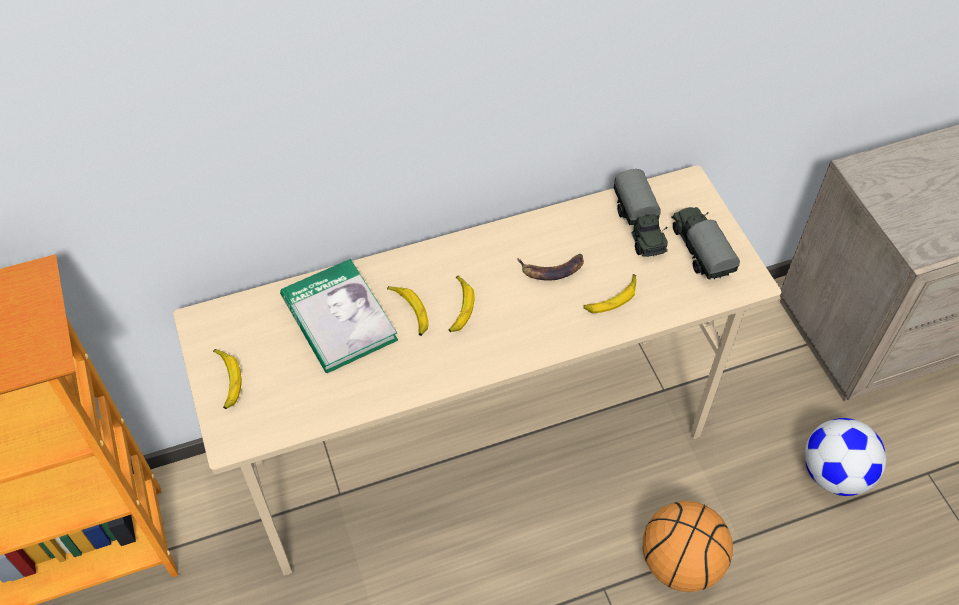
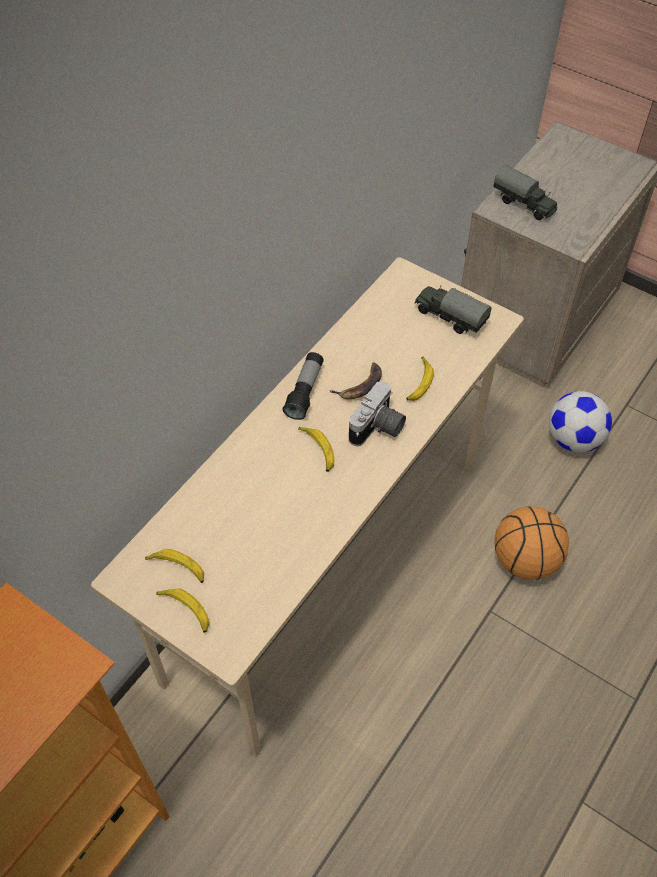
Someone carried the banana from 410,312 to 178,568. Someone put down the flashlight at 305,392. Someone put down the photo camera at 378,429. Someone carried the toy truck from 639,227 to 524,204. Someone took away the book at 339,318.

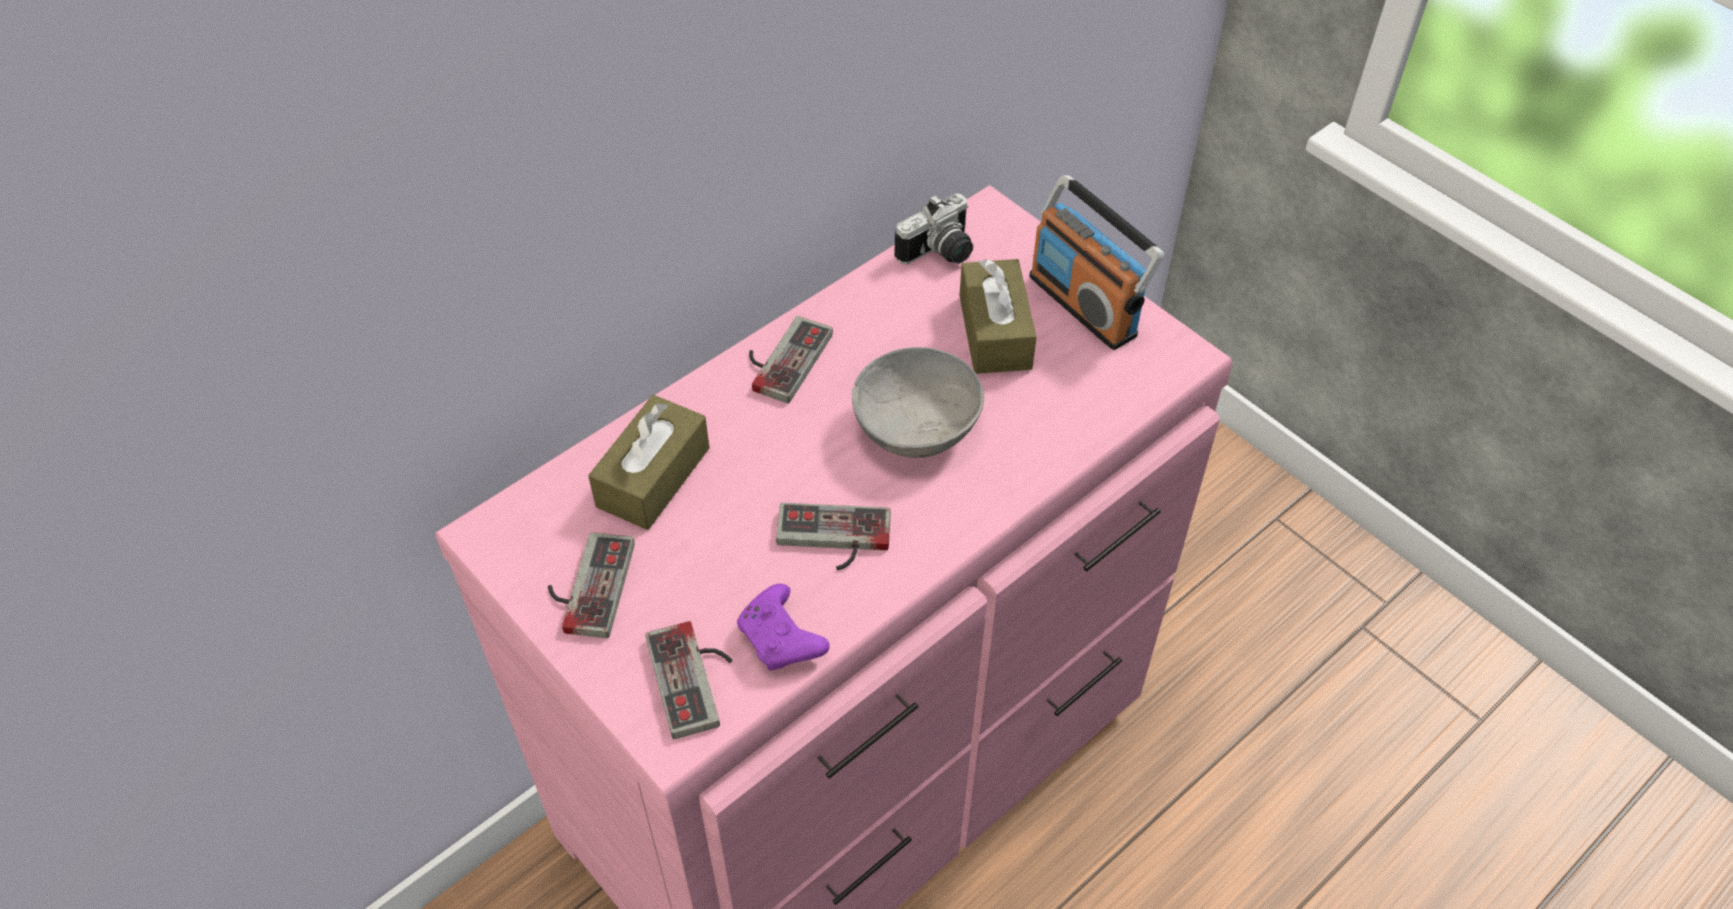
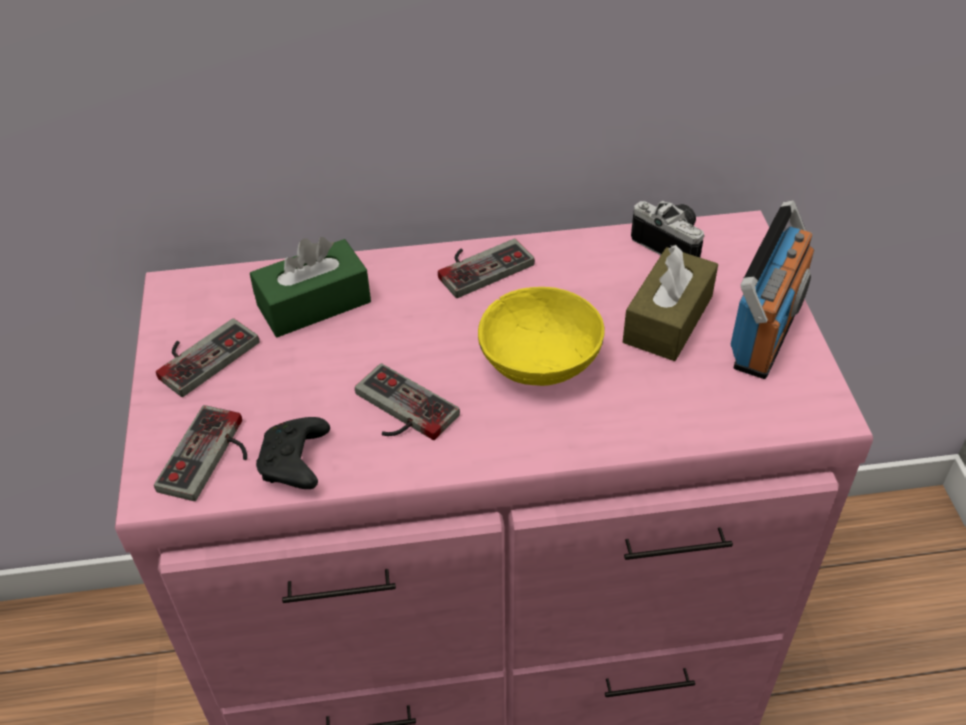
Someone repainted the brown tissue box at 653,477, which became the green tissue box at 314,304. Someone repainted the purple game controller at 782,639, which became the black game controller at 295,464. Someone repainted the grey bowl at 918,426, which became the yellow bowl at 541,361. Someone rotated the photo camera at 940,253 by 135 degrees counterclockwise. Someone rotated the radio at 1084,305 by 150 degrees counterclockwise.

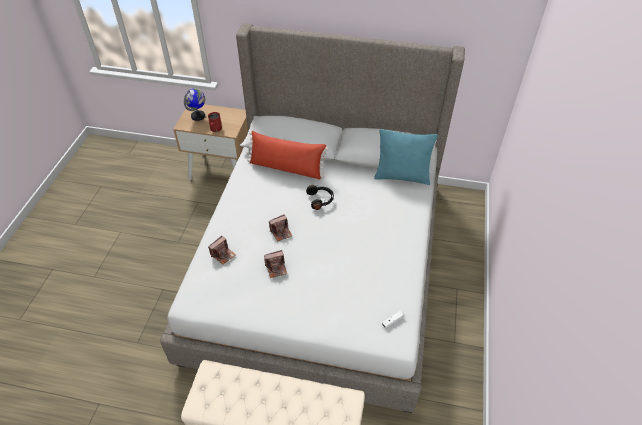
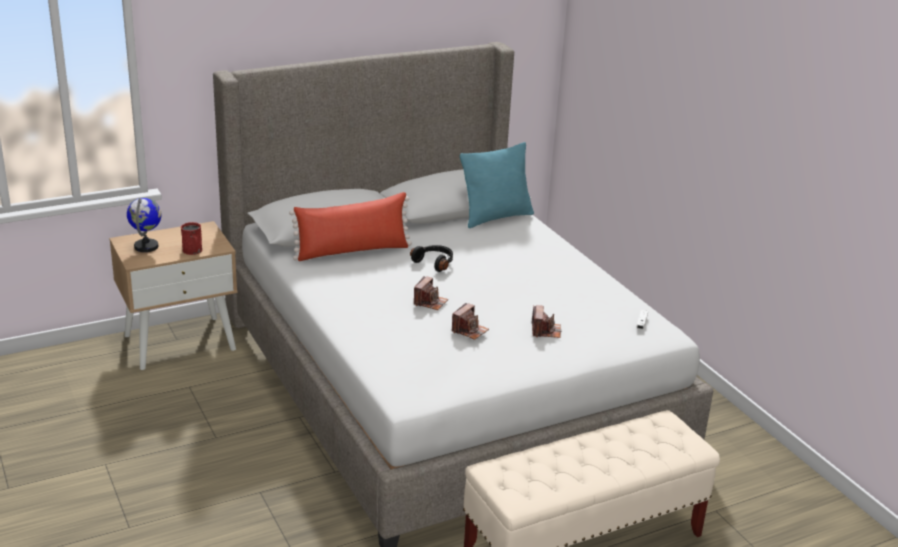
Someone carried the photo camera from 223,254 to 545,331.

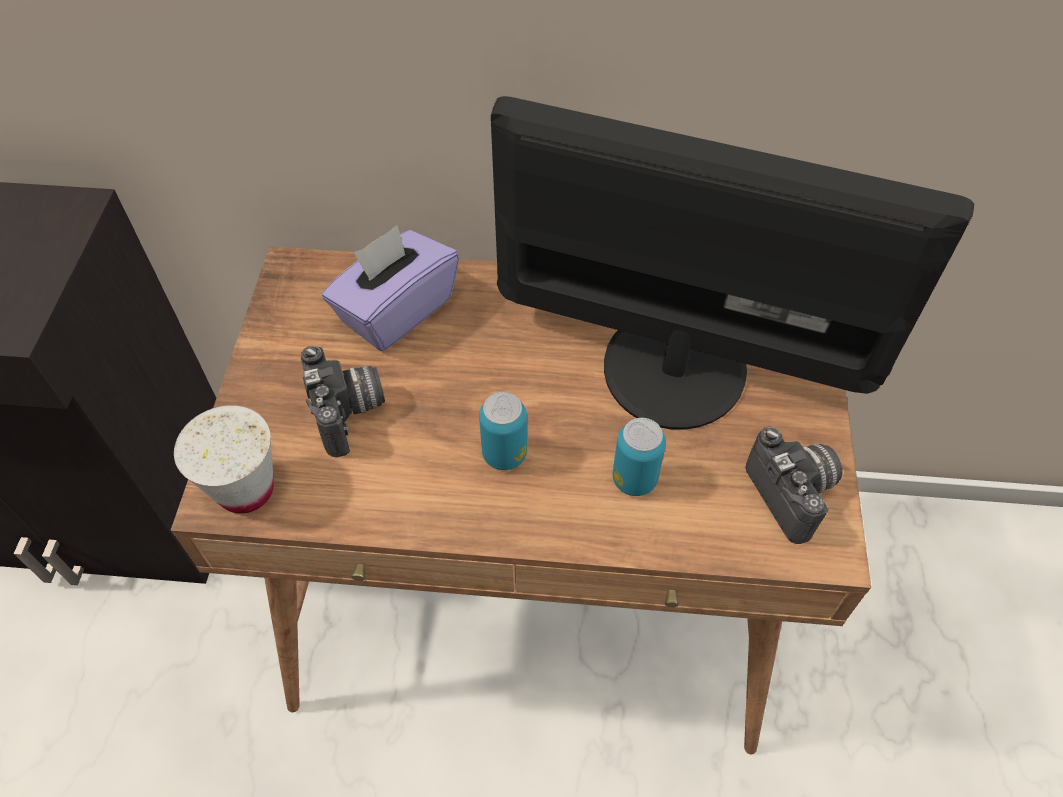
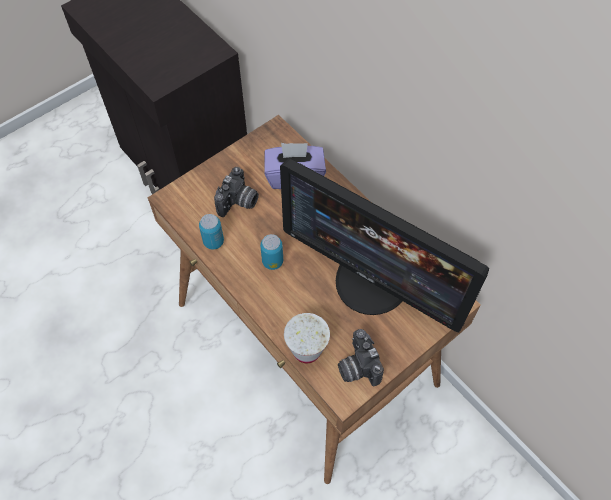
Someone carried the can from 634,479 to 213,242. Someone rotated the monitor at 674,364 by 150 degrees clockwise. Someone carried the white cup from 245,489 to 306,350. Someone rotated the photo camera at 795,494 by 135 degrees clockwise.

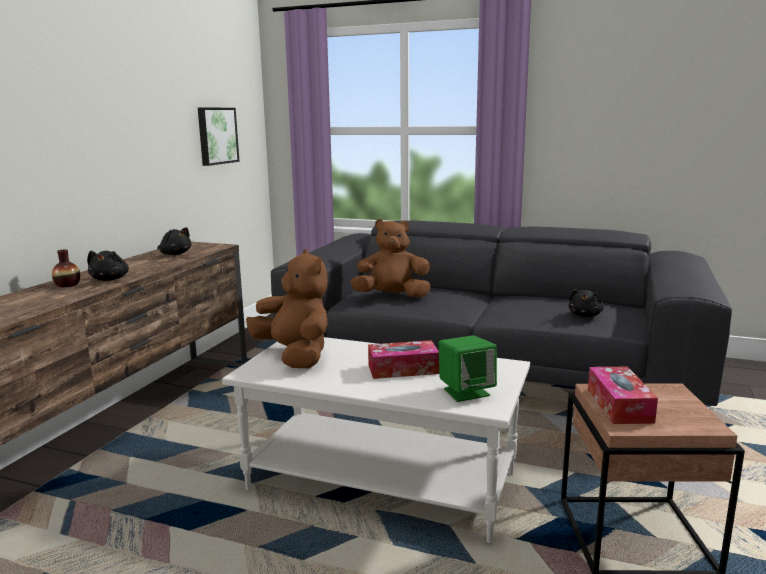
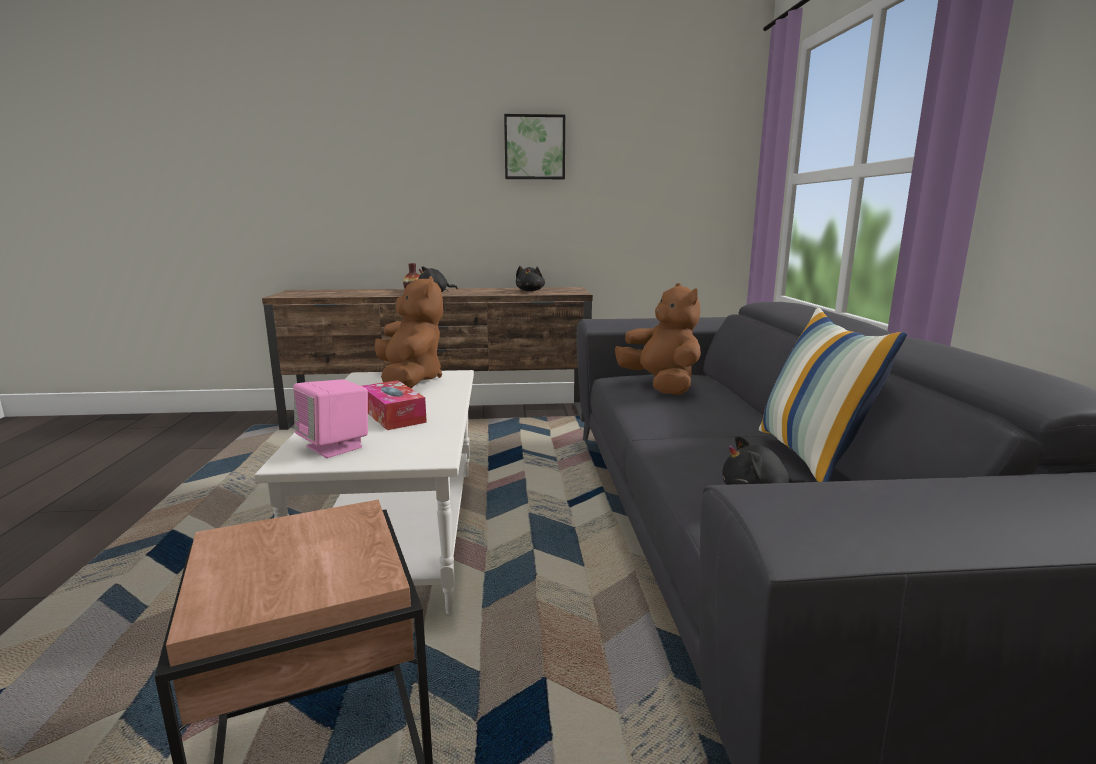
Someone repainted the green speaker at 466,392, which became the pink speaker at 335,447. Someone rotated the brown plush toy at 295,356 by 45 degrees counterclockwise. Someone carried the picture from 216,135 to 534,147. Someone put down the pillow at 812,456. Someone took away the tissue box at 619,405.

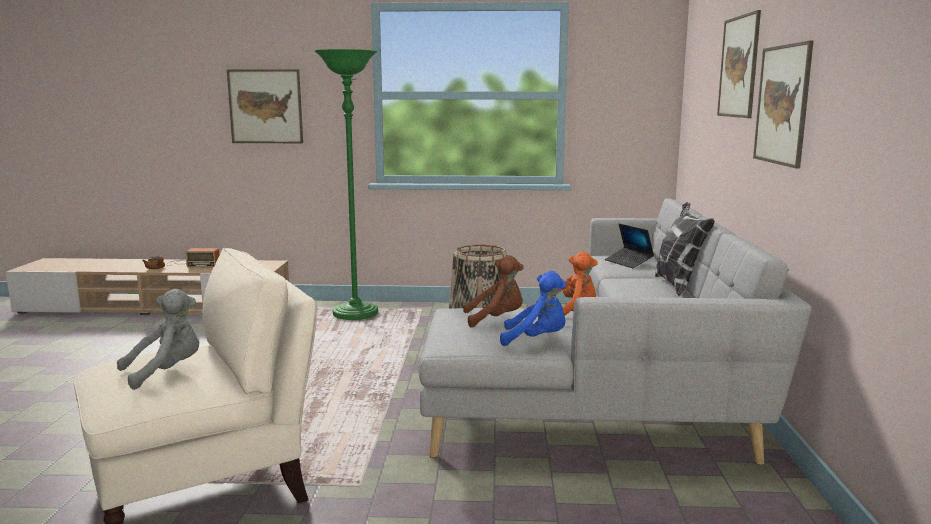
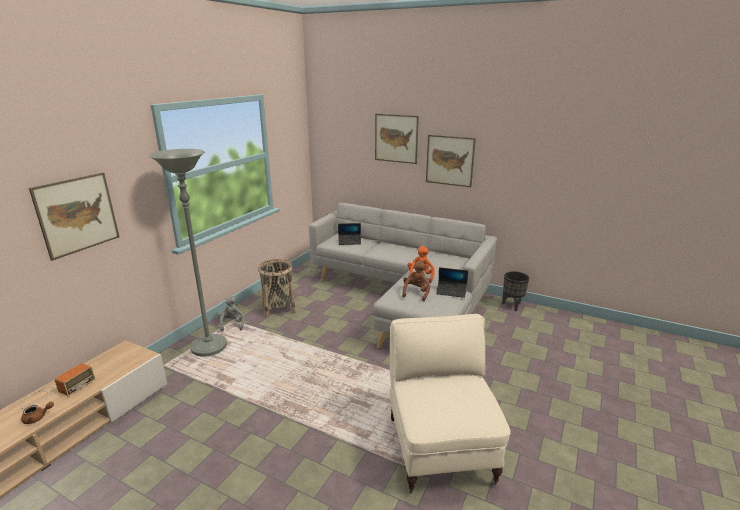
Someone repainted the green floor lamp at 355,314, which became the grey floor lamp at 209,347. Someone carried the grey plush toy from 166,372 to 232,324. Someone swapped the blue plush toy at 536,340 for the laptop at 451,291. Someone put down the black planter at 512,305. Someone took away the pillow at 679,285.

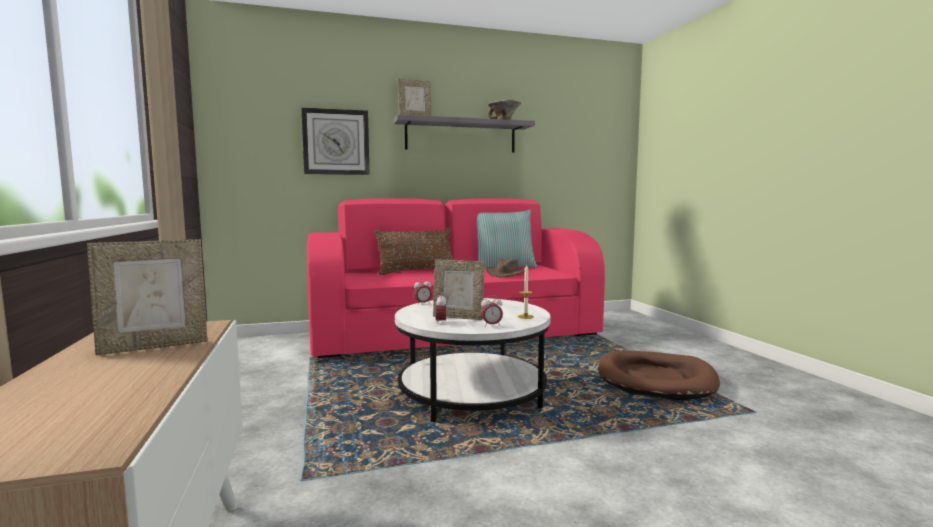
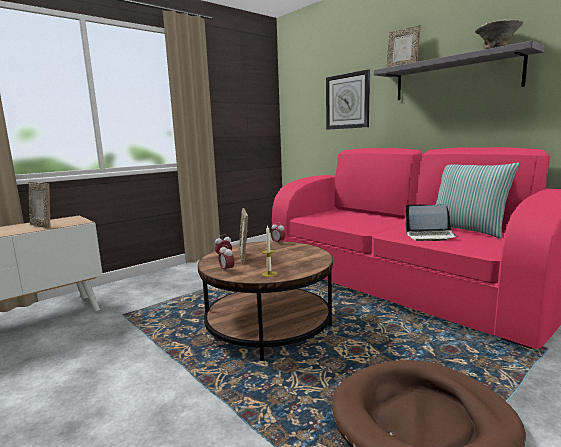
Someone repainted the white coffee table at 472,394, which became the brown coffee table at 268,326. Someone swapped the brown hat at 506,273 for the laptop at 430,236. Someone took away the brown pillow at 417,271.

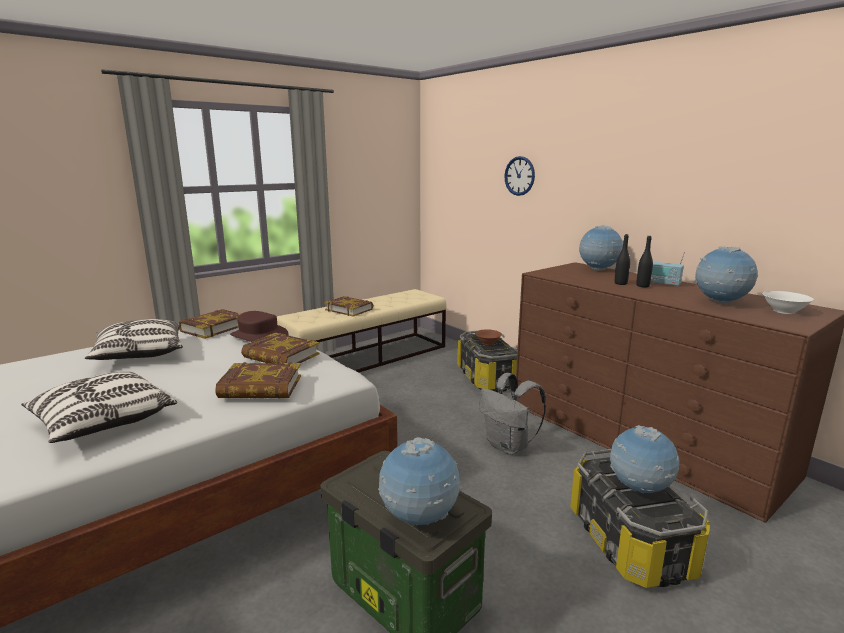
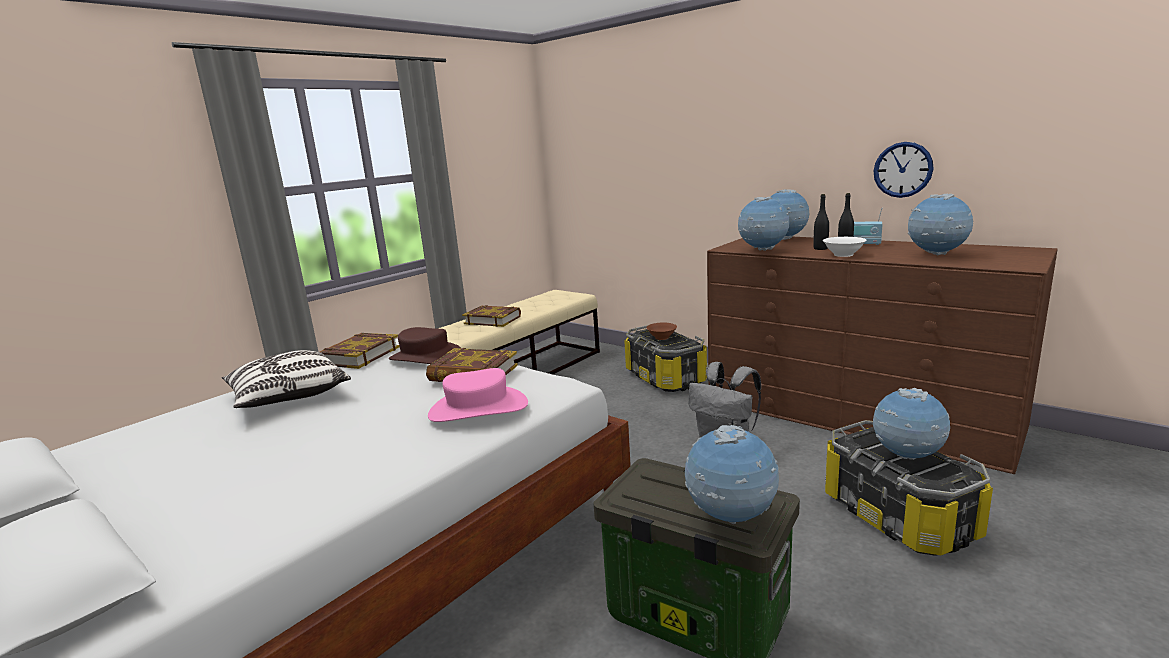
Someone swapped the book at 260,387 for the pink hat at 478,409. Someone put down the globe at 762,250. Someone carried the white bowl from 783,311 to 843,255. Someone carried the wall clock from 519,176 to 902,169. Someone took away the pillow at 102,422.

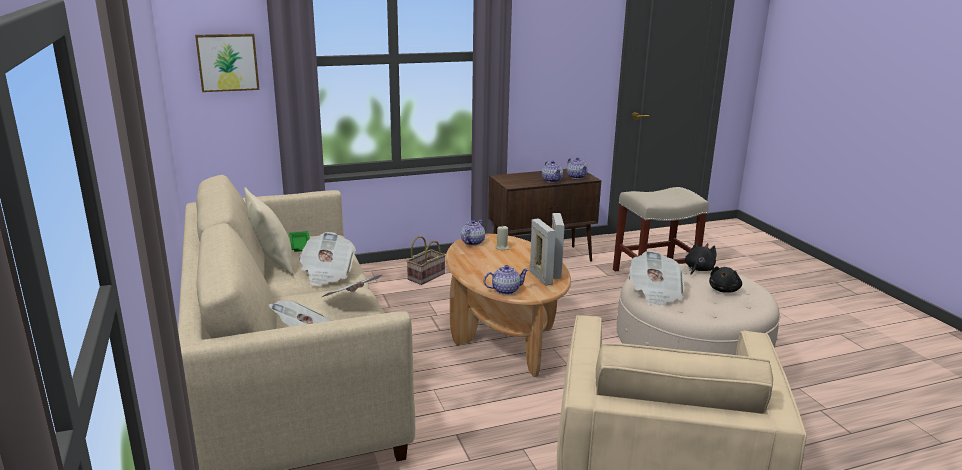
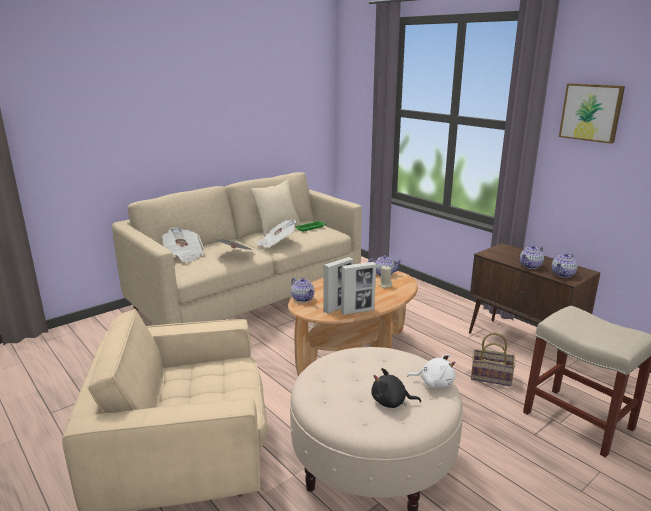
Someone repainted the black plush toy at 698,269, which became the white plush toy at 434,383. Someone carried the basket from 426,276 to 492,377. Someone carried the picture from 227,62 to 591,112. Someone took away the newspaper at 655,293.

